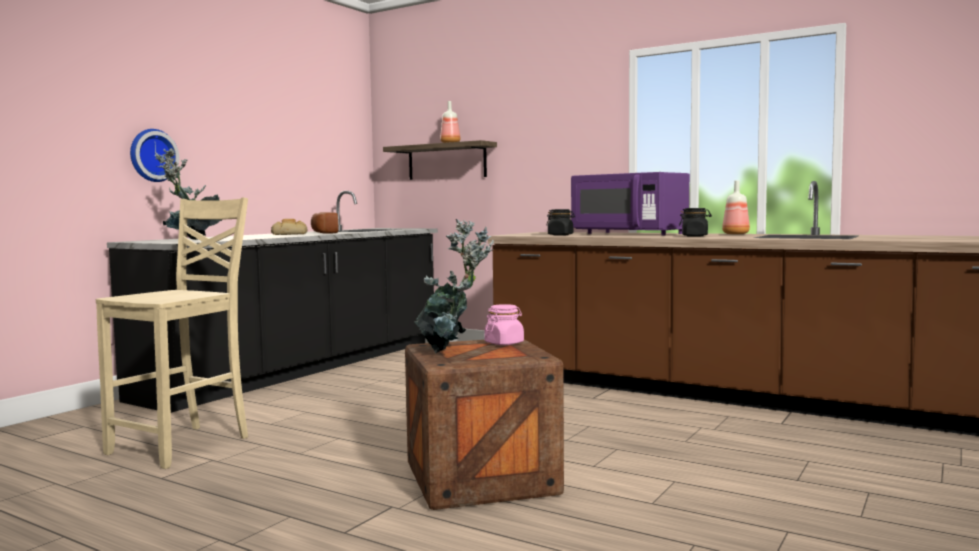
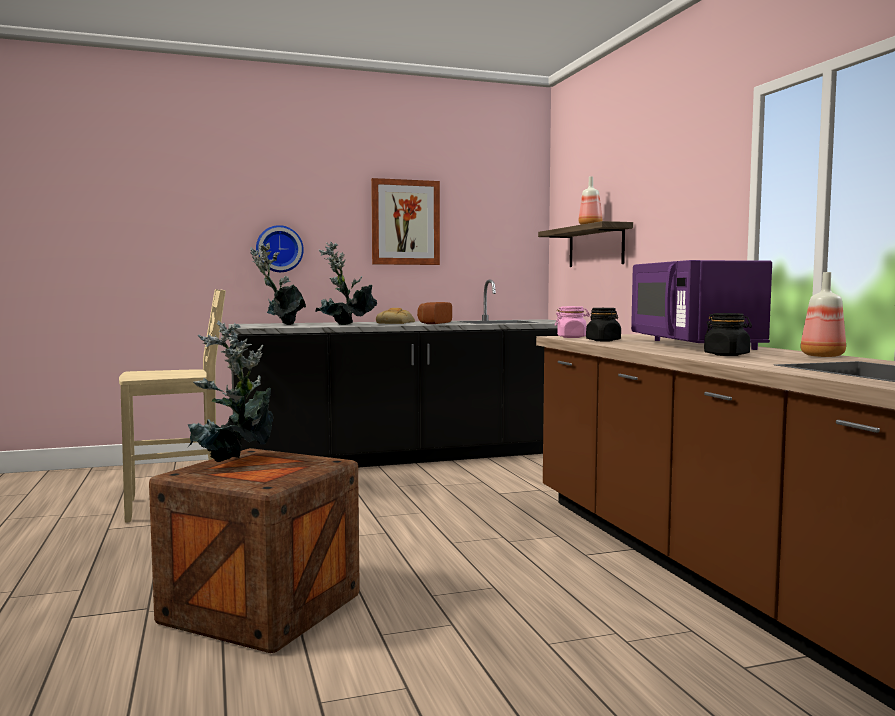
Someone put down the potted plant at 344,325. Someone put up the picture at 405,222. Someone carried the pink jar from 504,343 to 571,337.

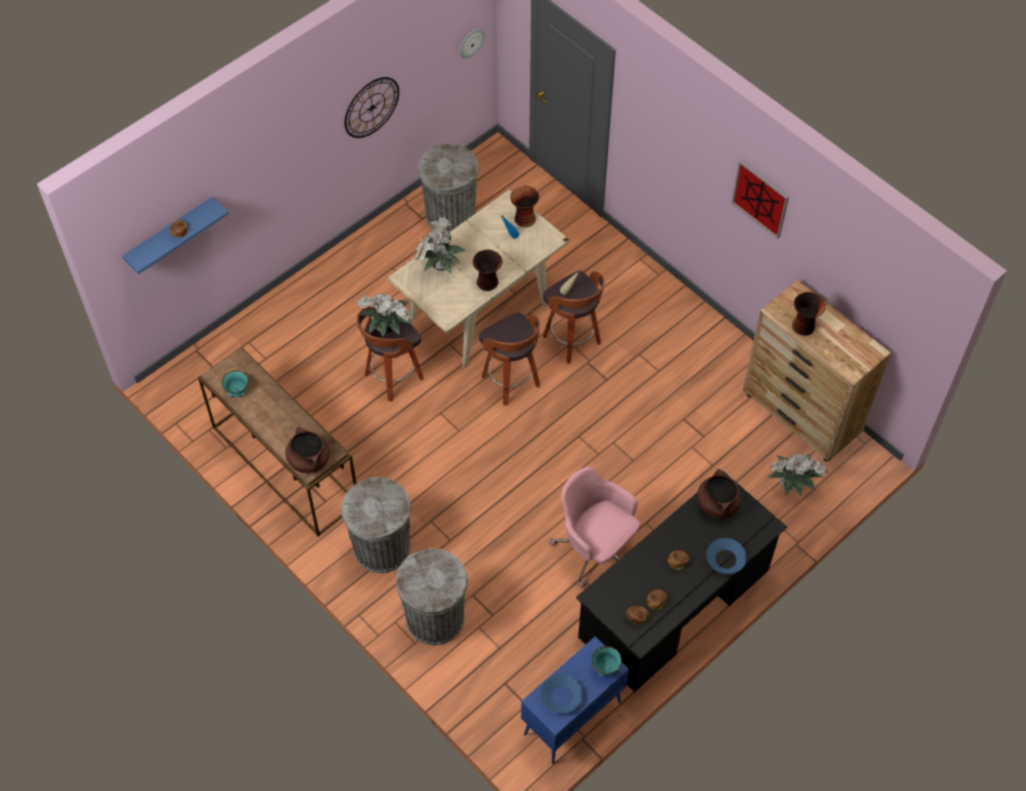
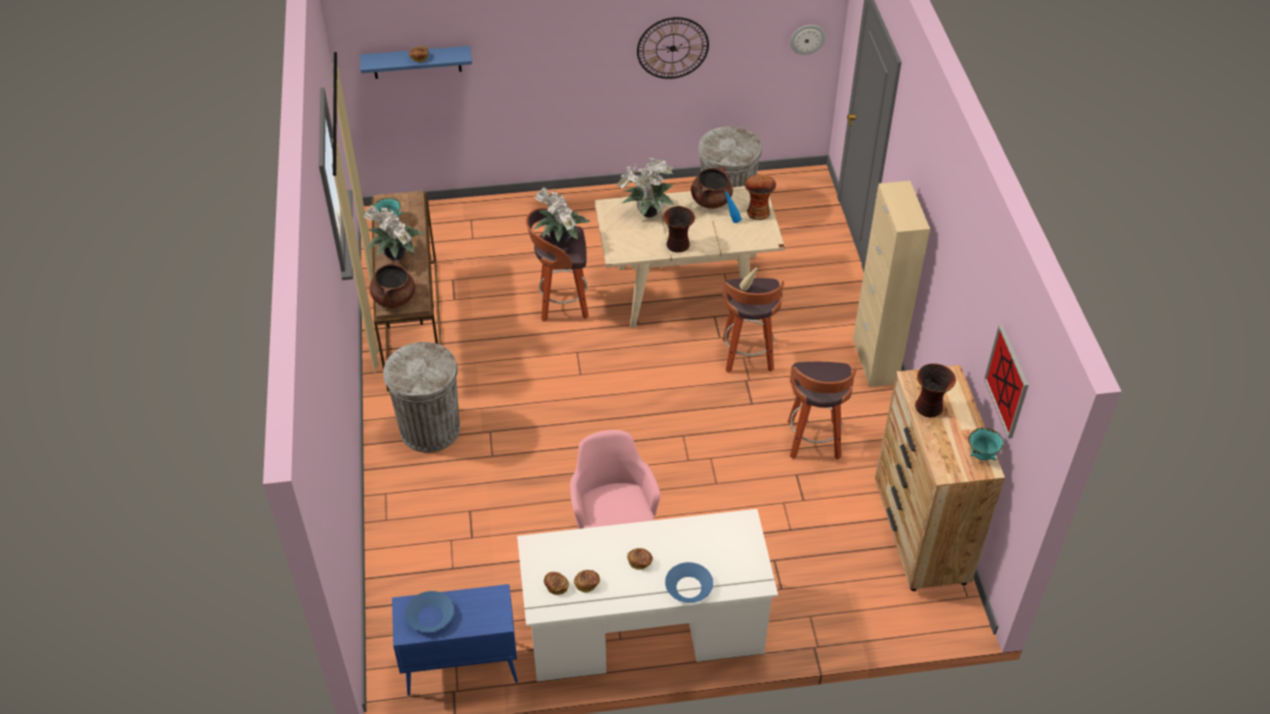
Someone carried the potted plant from 792,485 to 396,257. Someone repainted the black desk at 674,605, which became the white desk at 644,629. Someone carried the brown cooking pot from 717,503 to 711,201. Someone carried the stool from 511,382 to 814,441. Someone put down the beige cabinet at 875,361. Someone carried the turquoise bowl from 605,667 to 981,455. Someone carried the picture from 760,199 to 1007,381. Someone took away the grey trash can at 435,618.

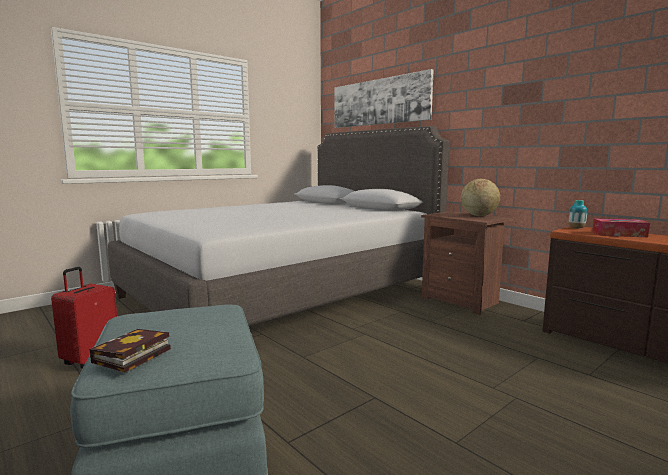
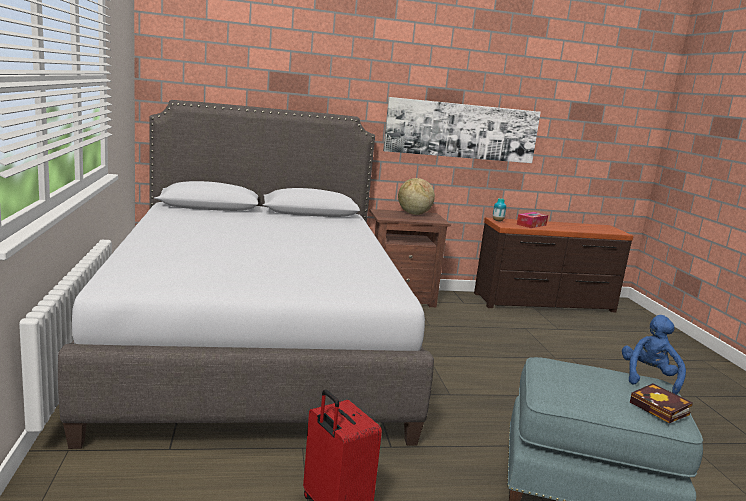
Someone carried the picture from 379,102 to 462,130. Someone put down the blue plush toy at 648,378.

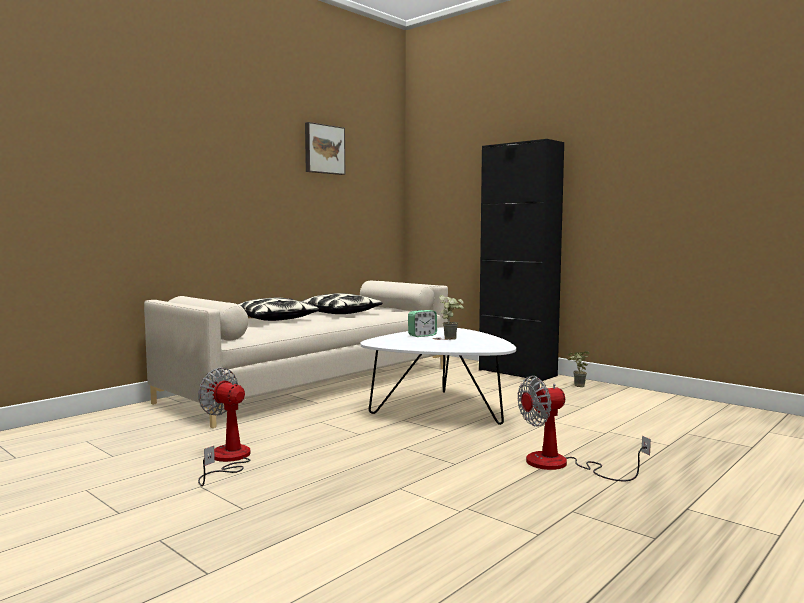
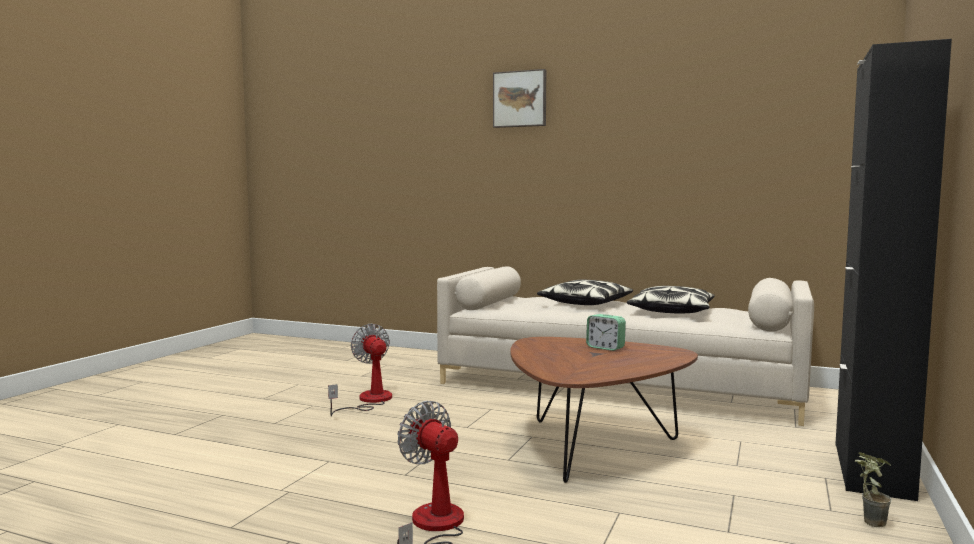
Someone rotated the fan at 227,460 by 45 degrees counterclockwise. Someone carried the picture from 323,149 to 520,99. Someone repainted the white coffee table at 441,410, which became the brown coffee table at 591,447. Someone took away the potted plant at 452,338.

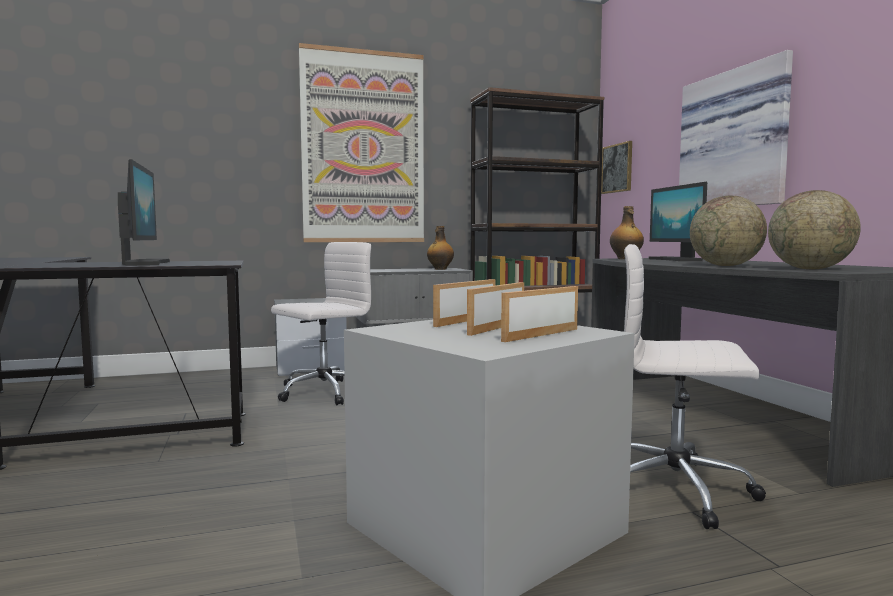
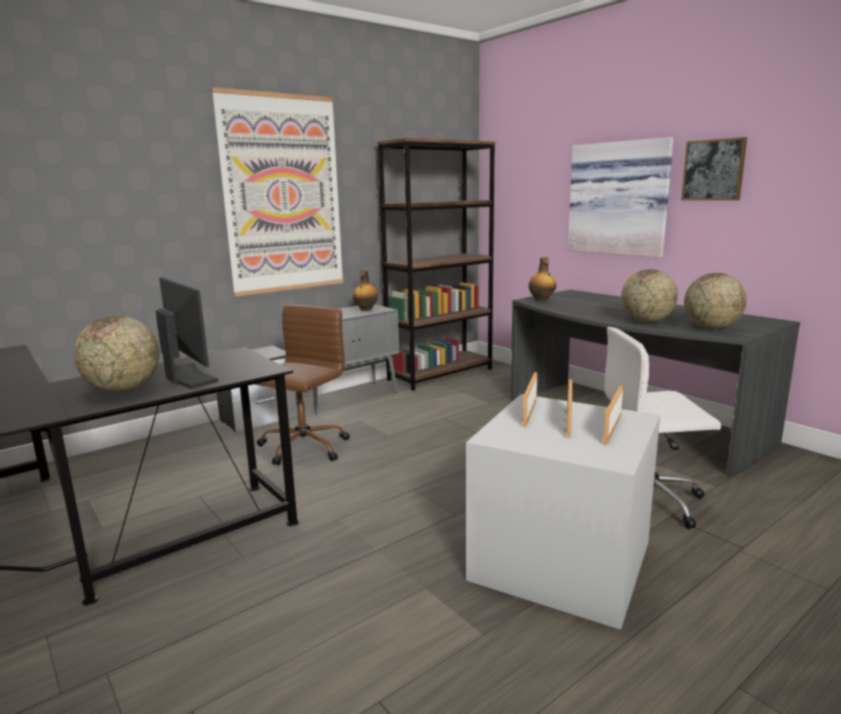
Someone put down the globe at 123,389. Someone repainted the white office chair at 322,393, which became the brown office chair at 302,448. Someone carried the picture from 617,168 to 713,170. Someone took away the monitor at 676,260.

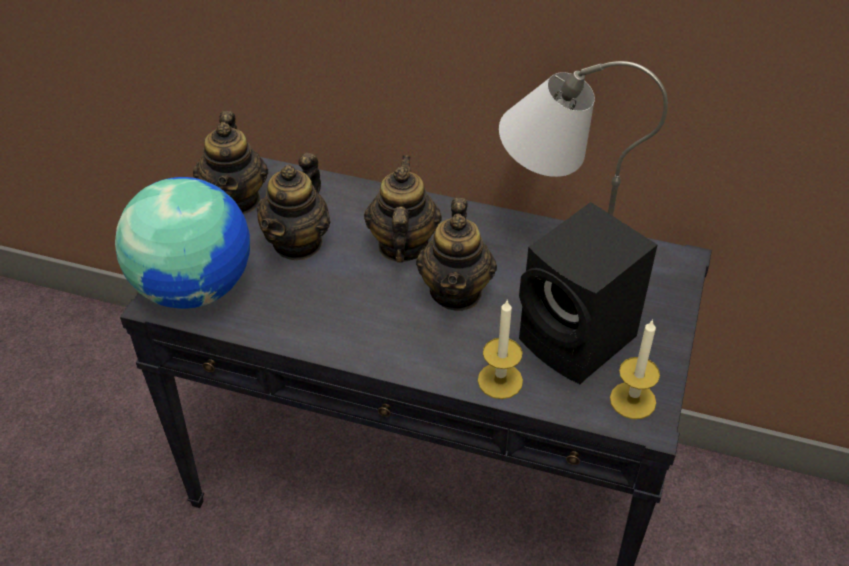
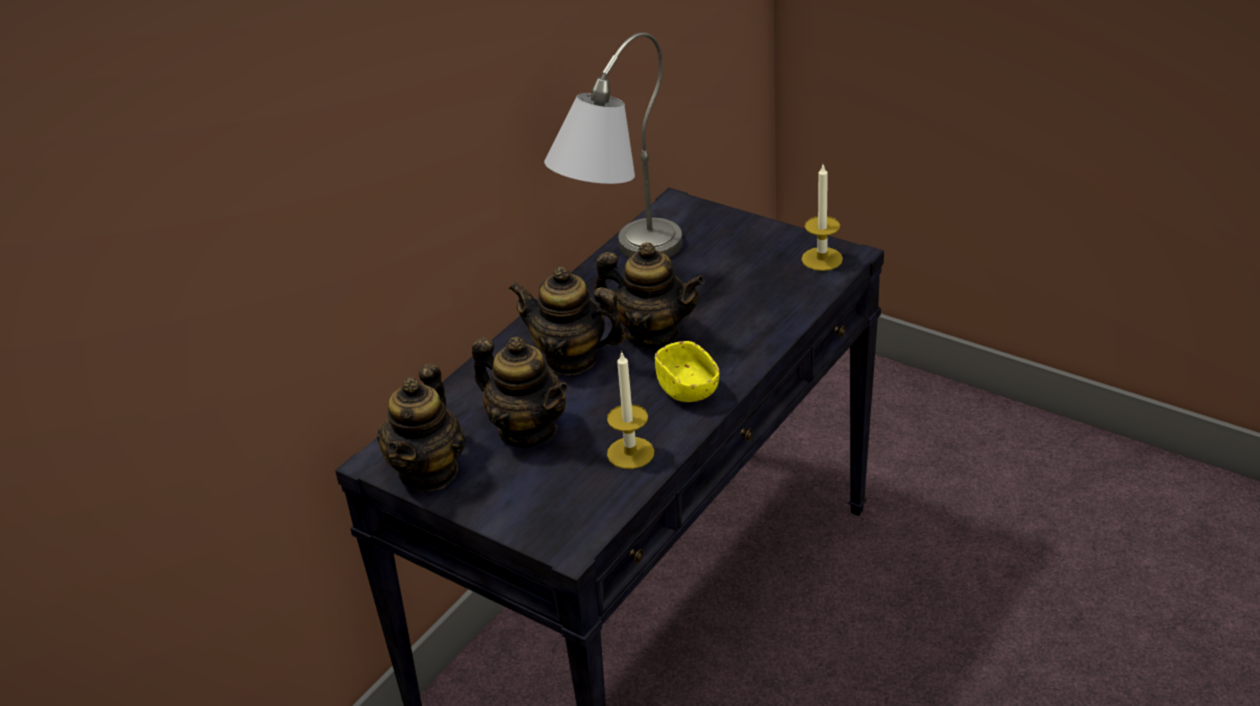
Someone rotated the teapot at 236,199 by 90 degrees clockwise. Someone carried the candle from 500,380 to 630,453. Someone put down the yellow bowl at 688,389. Someone took away the globe at 194,286. Someone took away the black speaker at 579,341.

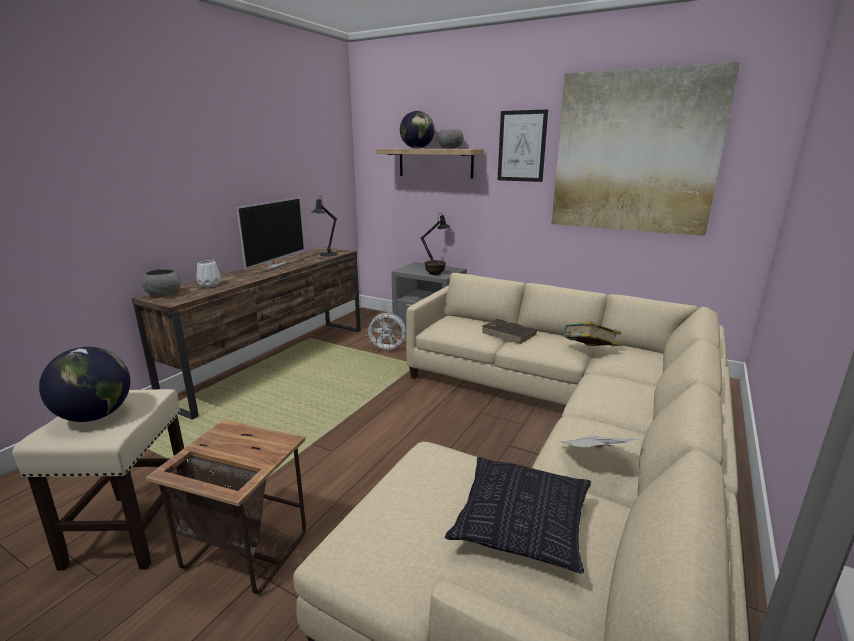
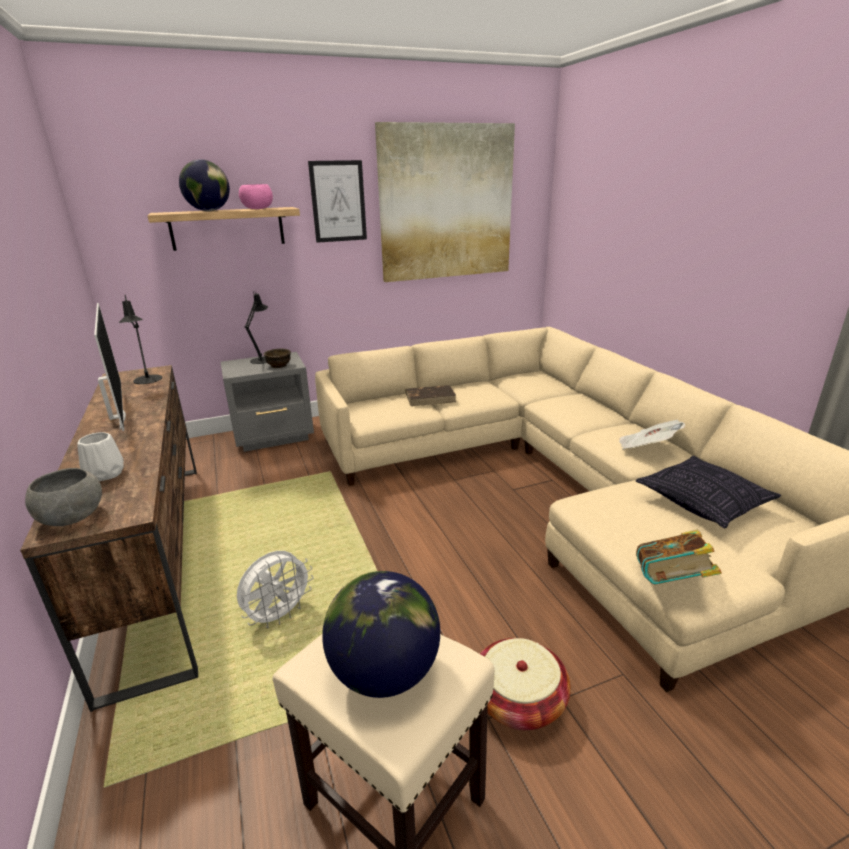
Someone carried the white fan from 387,350 to 279,615. Someone repainted the grey bowl at 450,148, which became the pink bowl at 257,209. Someone swapped the side table at 244,551 for the basket at 518,700. Someone carried the book from 588,352 to 670,583.

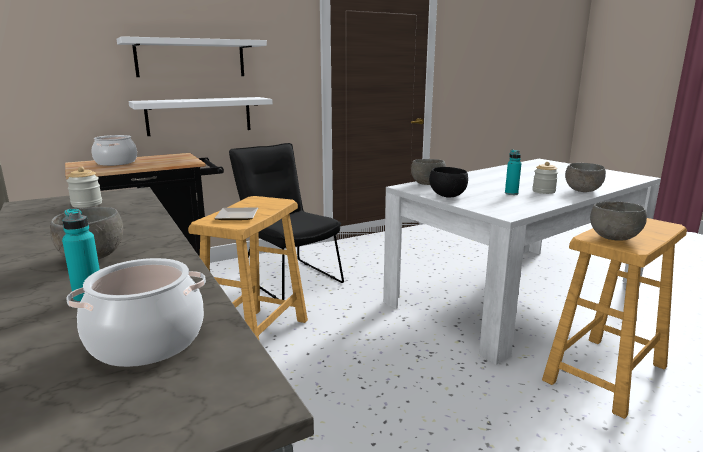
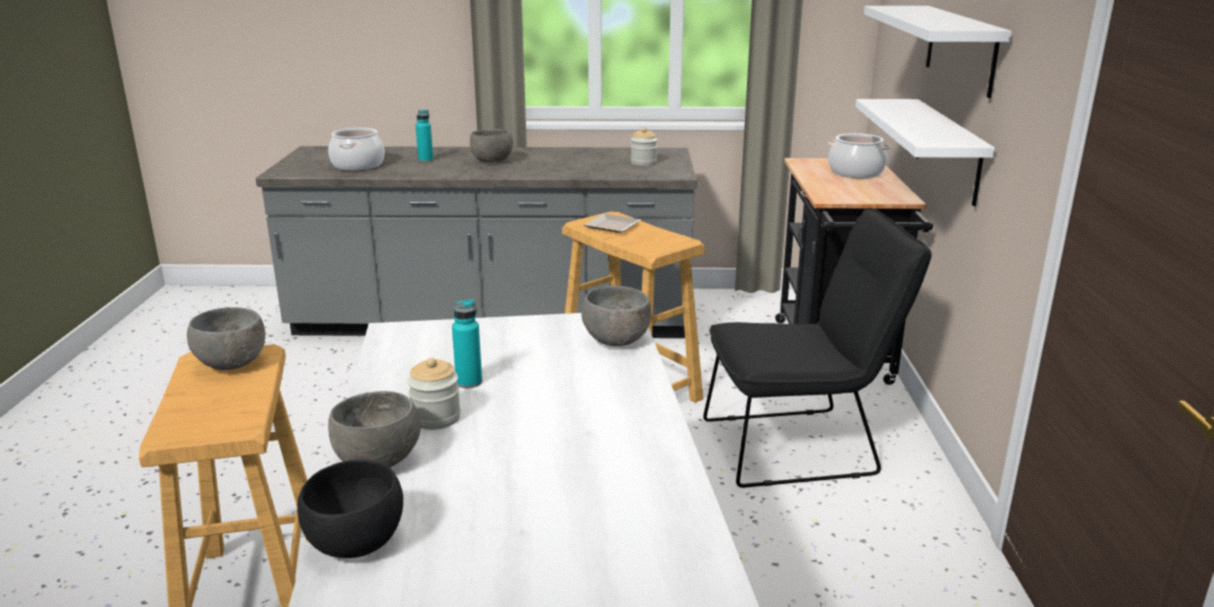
Someone carried the black bowl from 447,196 to 355,543.

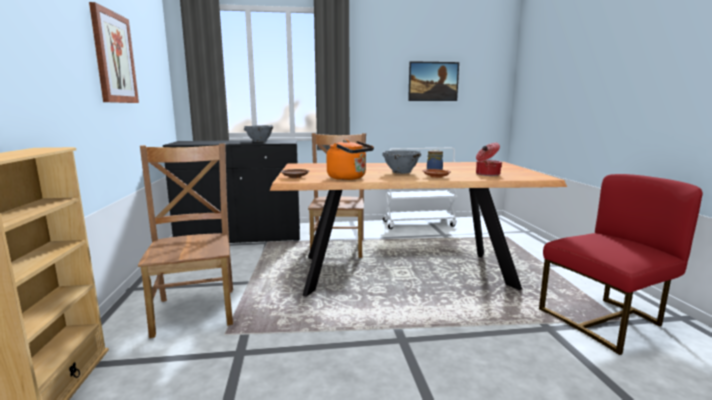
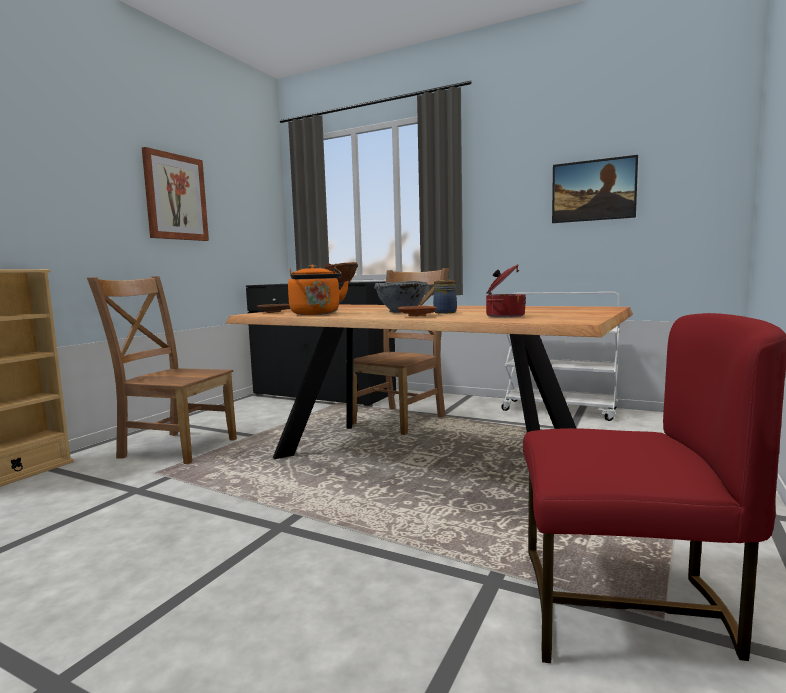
Someone rotated the brown chair at 196,309 by 90 degrees counterclockwise. Someone repainted the grey bowl at 259,141, which became the brown bowl at 341,282.

